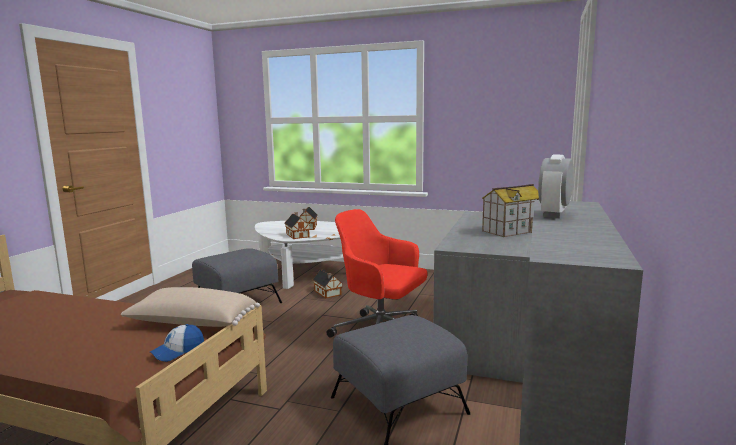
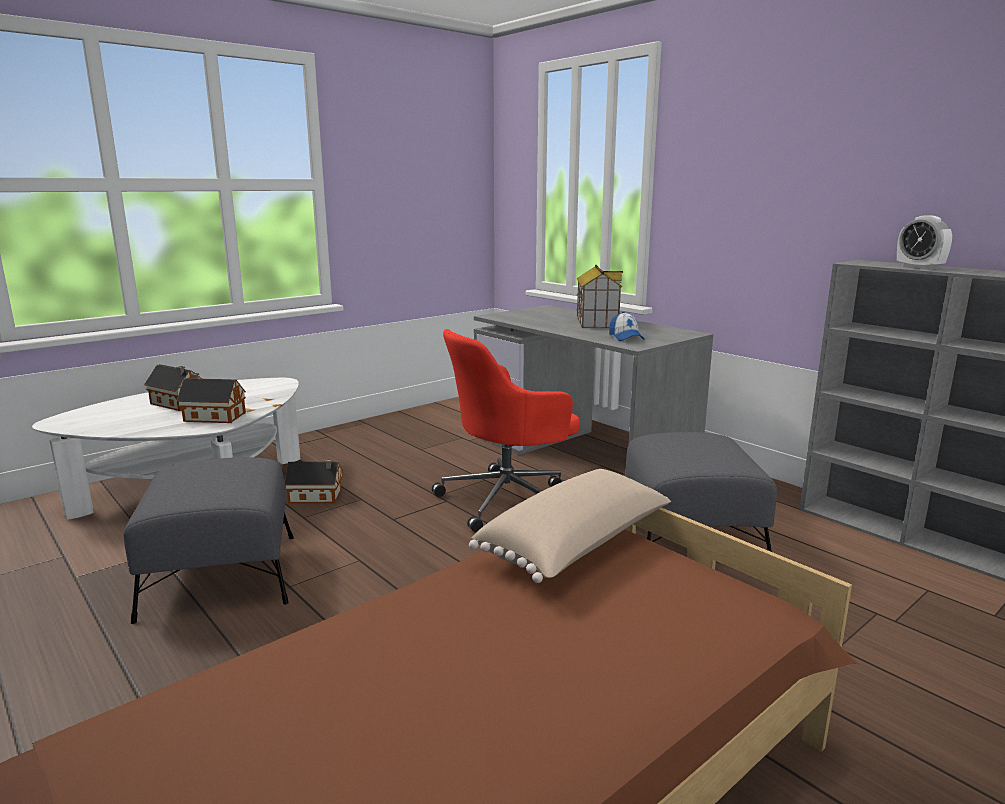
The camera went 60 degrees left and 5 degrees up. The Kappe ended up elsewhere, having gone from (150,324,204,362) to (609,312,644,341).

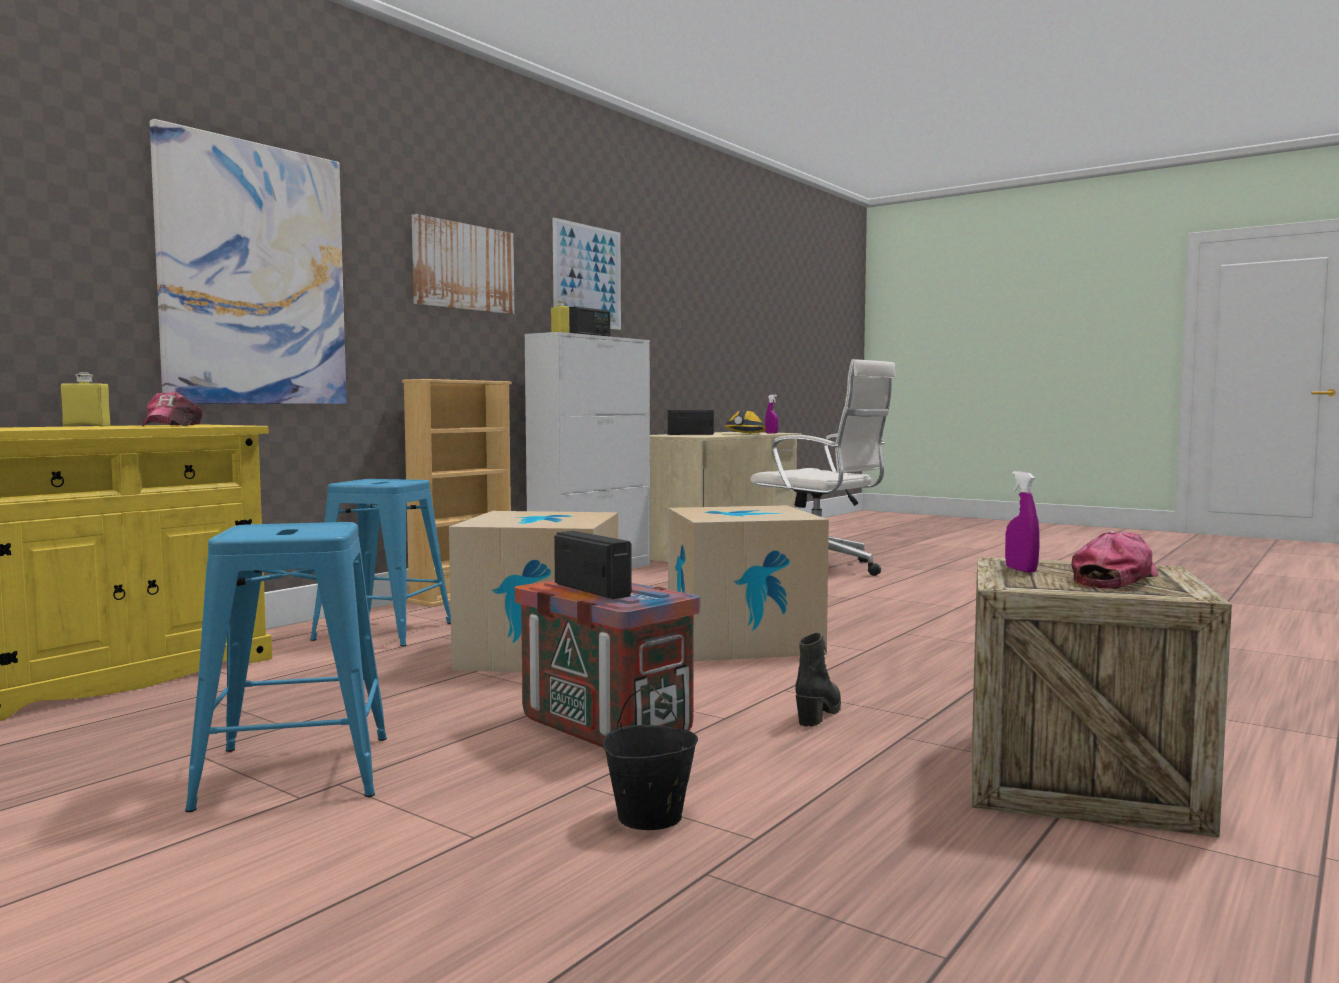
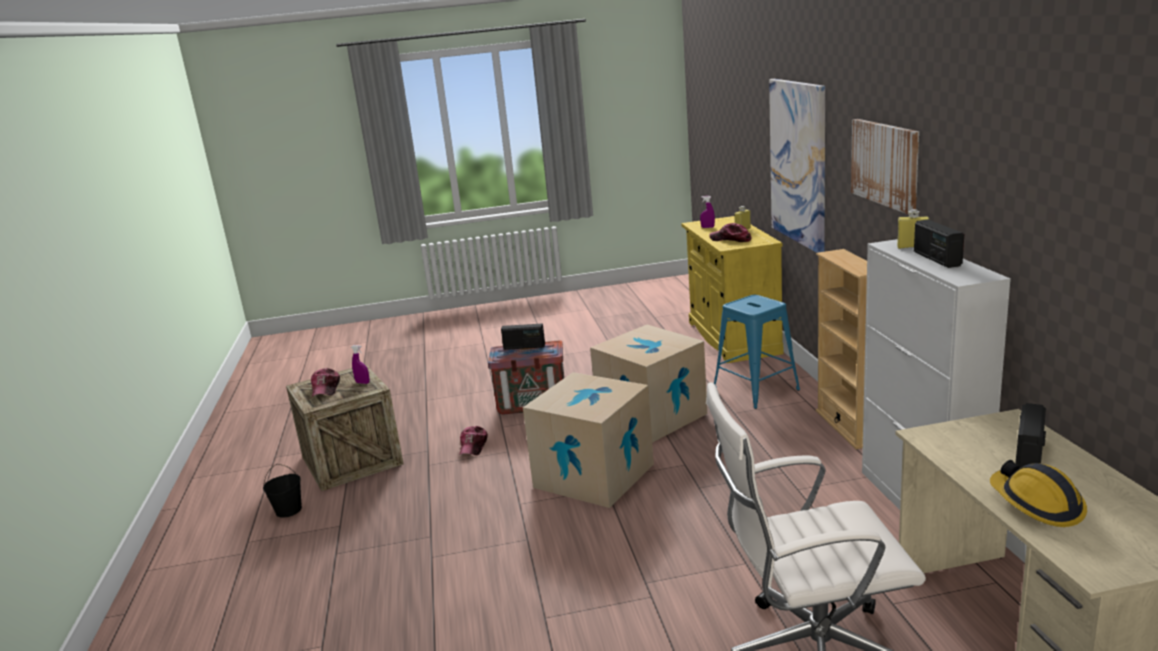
The camera went 135 degrees right and 15 degrees up. The Eimer (schwarz) ended up elsewhere, having gone from (603,685,698,830) to (263,464,302,518). Where the Stiefel (schwarz) stood at (795,632,841,727), the Kappe came to stand at (459,426,488,455). The Sprühflasche (lila) ended up elsewhere, having gone from (765,395,778,434) to (700,196,715,228). The second view lost the Hocker (blau) at (185,522,387,812). The second view lost the Bild at (553,218,621,330).

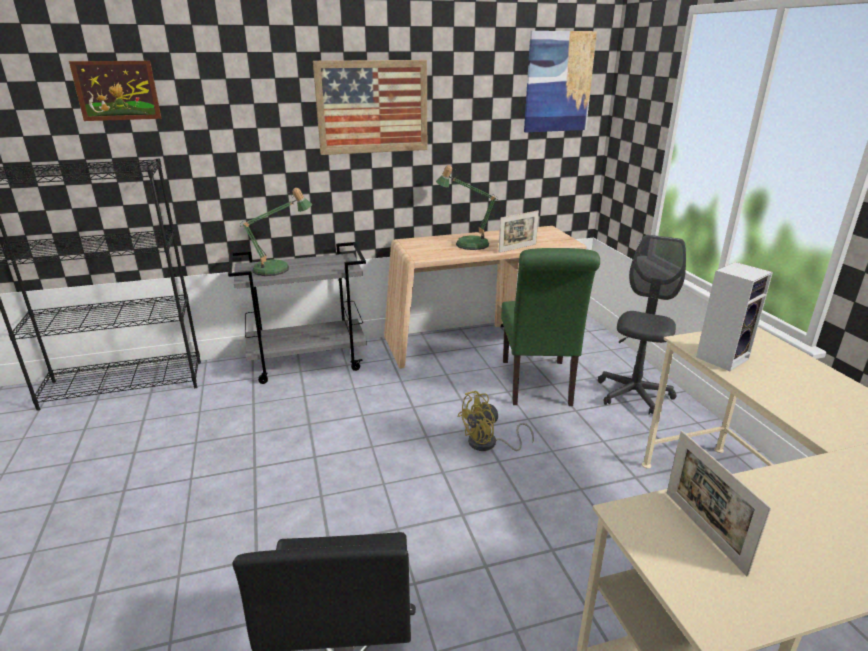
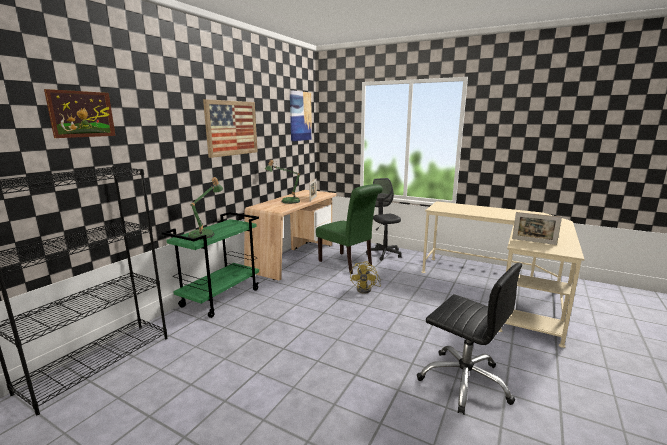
The camera went 45 degrees left and 10 degrees down. What was the Rollwagen (grau) at (228,242,367,384) turned into the Rollwagen (grün) at (162,212,259,318). The second view lost the Lautsprecher at (696,262,773,371).

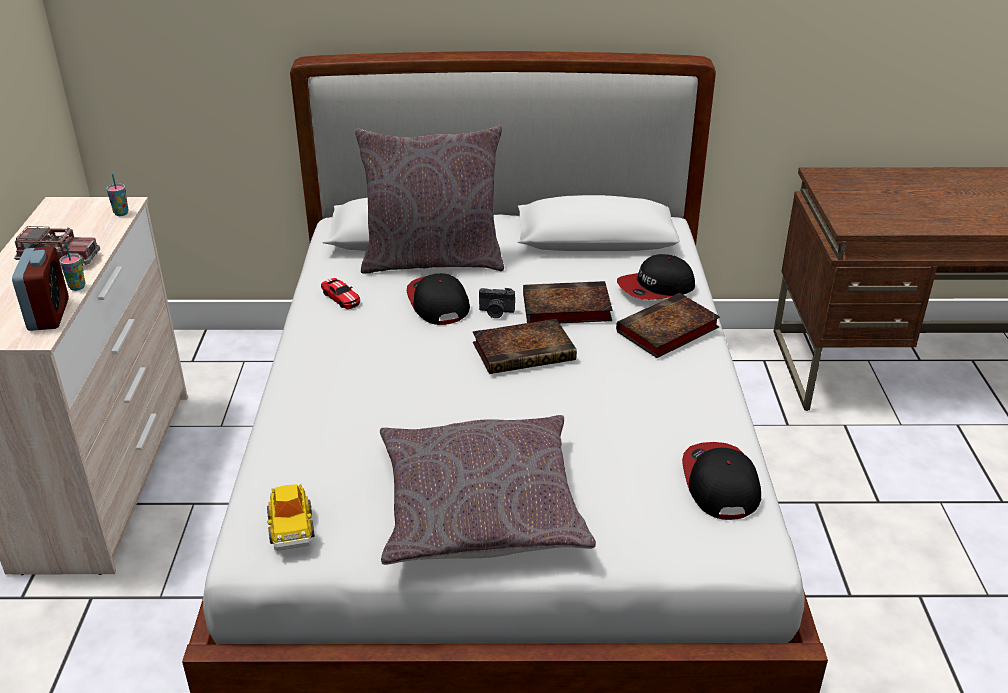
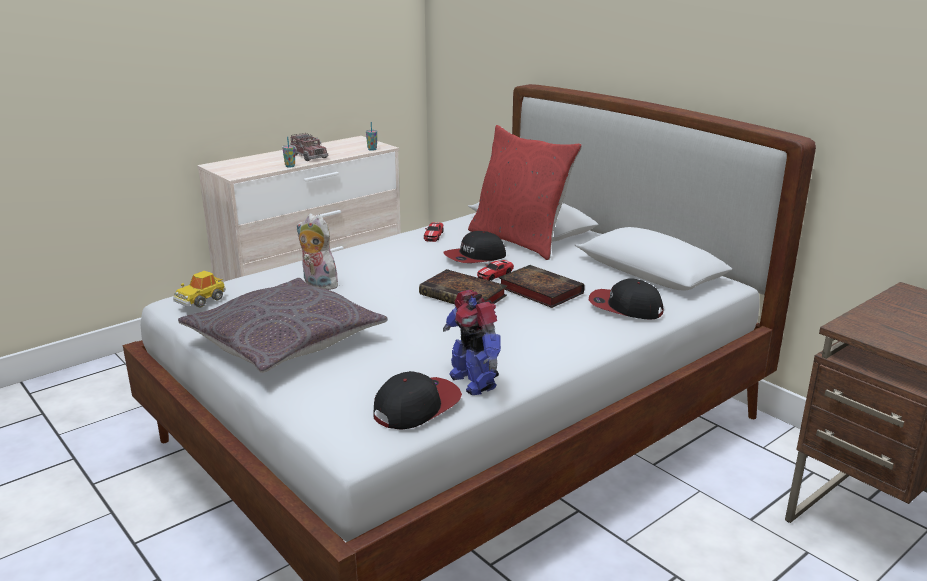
The camera went 50 degrees right and 10 degrees down. The second view gained the Plüschtier at (297,213,338,290). The Kappe at (407,273,470,325) ended up facing another way, 150 degrees counterclockwise from before. The second view gained the Spielzeugroboter at (443,290,501,395). What was the Kissen (grau) at (355,126,504,274) turned into the Kissen (rot) at (468,125,582,260). Where the Kamera stood at (479,288,515,318), the Spielzeugauto came to stand at (477,260,514,281). The second view lost the Wecker at (12,246,69,331). The second view lost the Buch at (616,293,720,358).

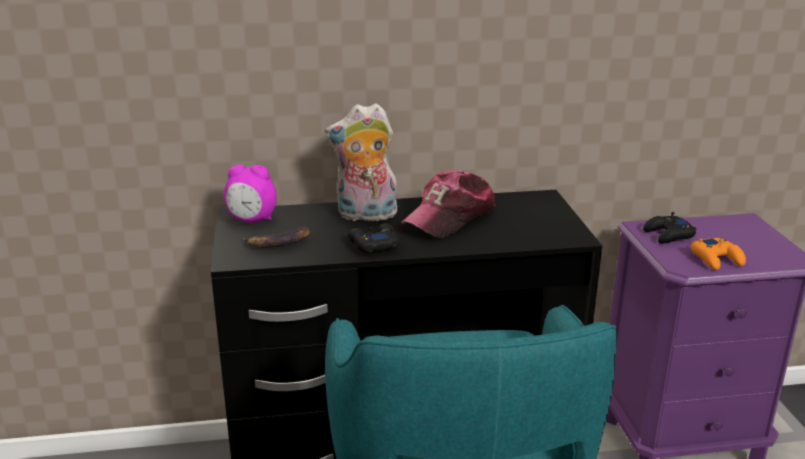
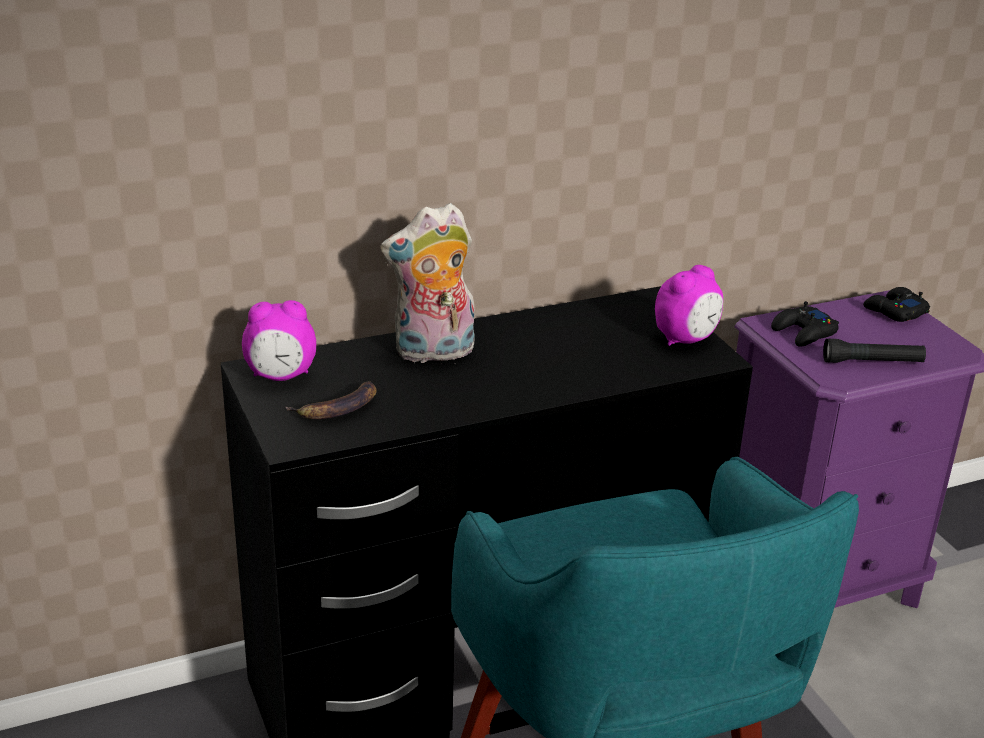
The camera went 15 degrees left and 5 degrees up. The second view gained the Wecker at (655,265,723,346). Where the Gamepad (orange) stood at (691,238,746,270), the Taschenlampe (schwarz) came to stand at (823,339,926,363). The Gamepad (schwarz) ended up elsewhere, having gone from (348,223,400,253) to (863,287,930,322). The second view lost the Kappe at (401,170,495,238).

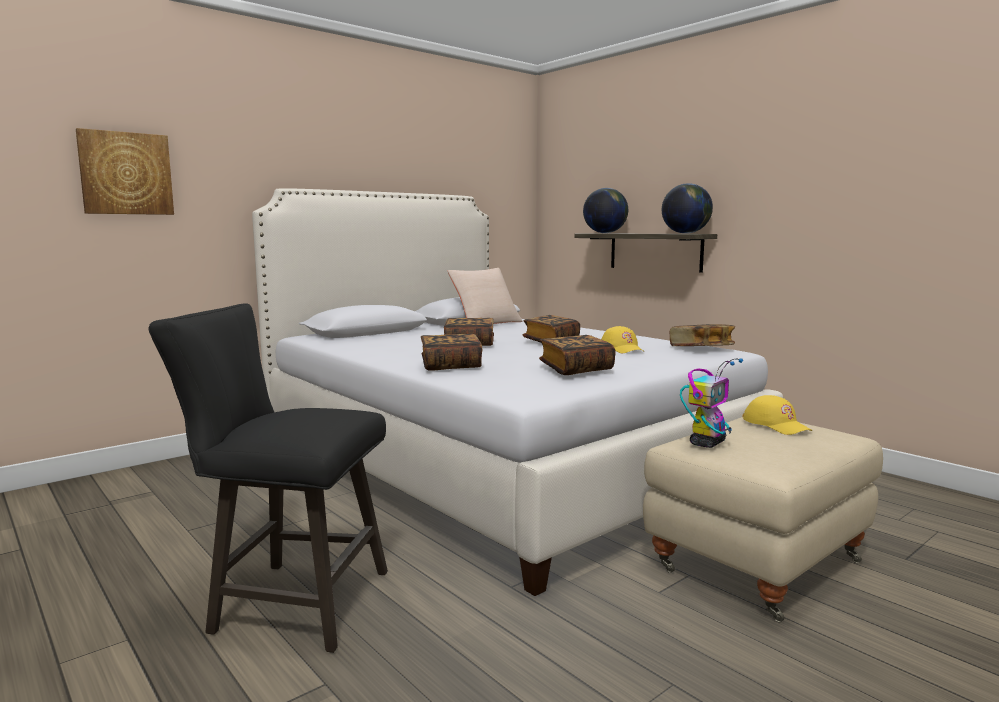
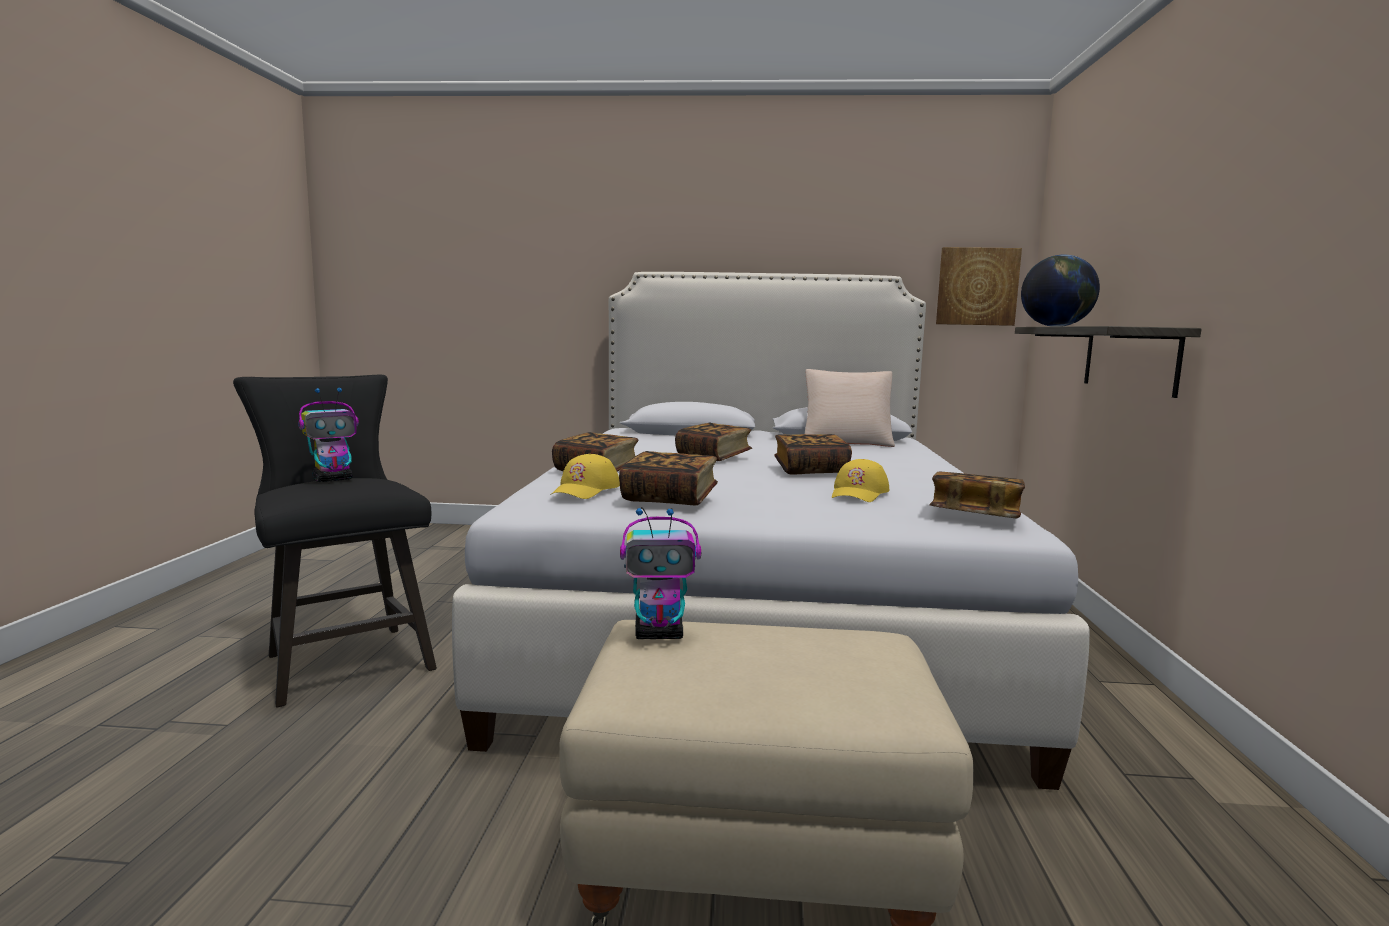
The camera went 45 degrees right and 0 degrees up. The second view gained the Spielzeugroboter at (298,388,359,482). The Kappe (gelb) ended up elsewhere, having gone from (742,395,812,435) to (550,454,620,499). The Bild ended up elsewhere, having gone from (76,128,174,215) to (936,247,1022,326). The second view lost the Globus at (662,183,713,234).

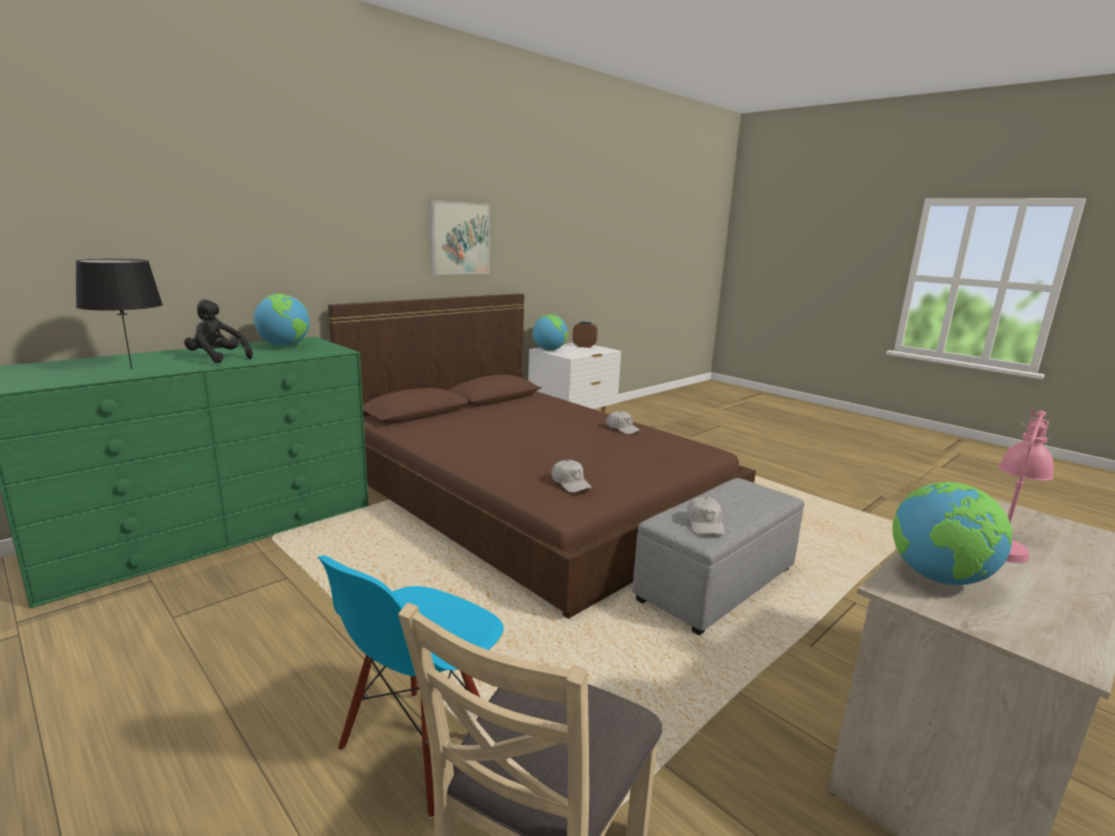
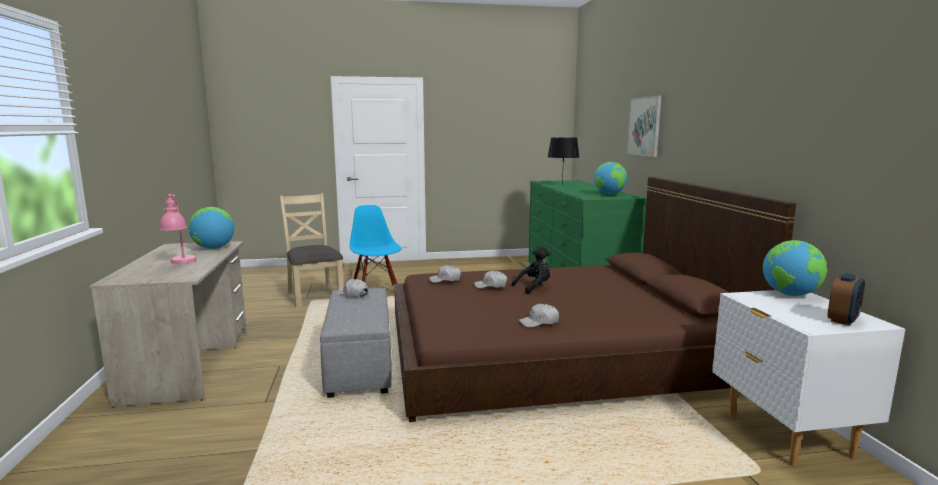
The camera went 125 degrees right and 5 degrees down. The second view gained the Kappe (weiß) at (474,270,507,288). The Plüschtier (schwarz) ended up elsewhere, having gone from (184,300,253,363) to (512,247,550,294). The Bild ended up elsewhere, having gone from (430,200,490,275) to (627,96,661,157).

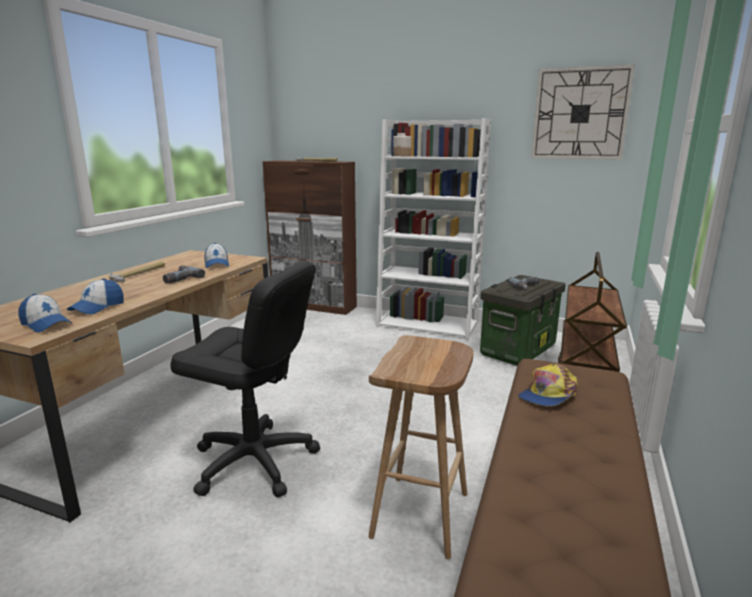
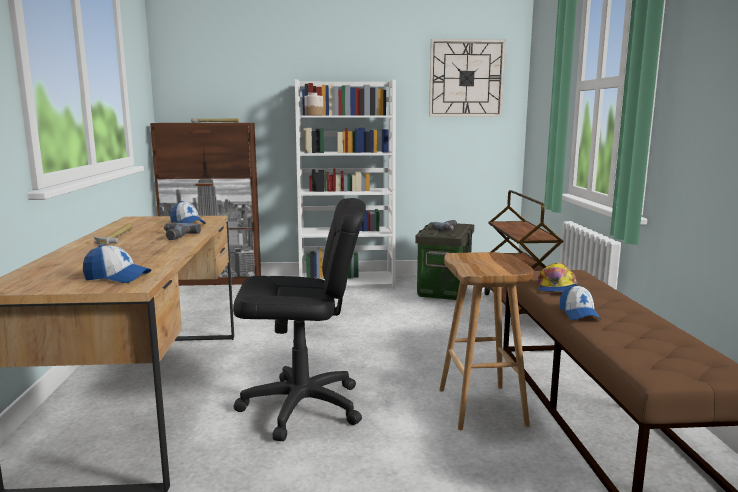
The camera went 25 degrees left and 5 degrees down. The Kappe ended up elsewhere, having gone from (67,278,124,314) to (560,284,601,320).

